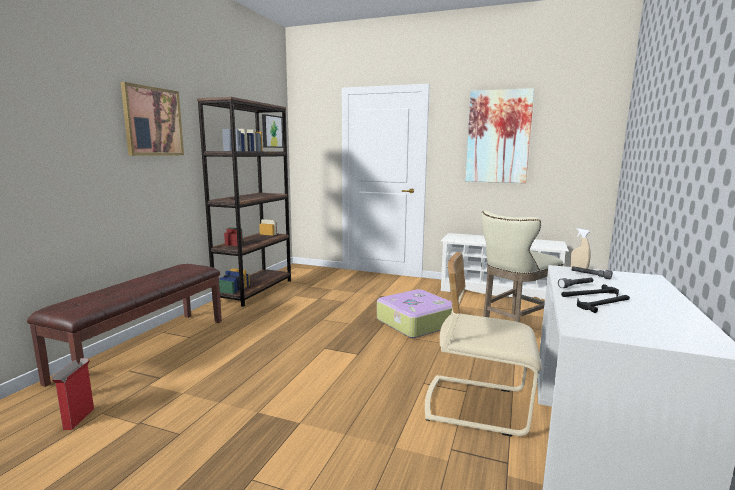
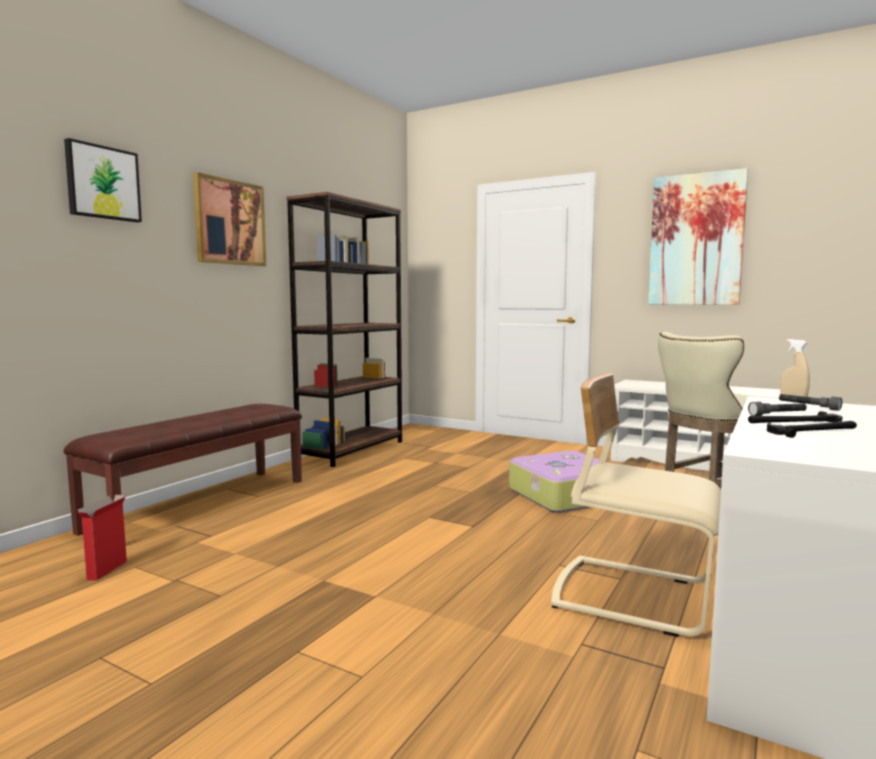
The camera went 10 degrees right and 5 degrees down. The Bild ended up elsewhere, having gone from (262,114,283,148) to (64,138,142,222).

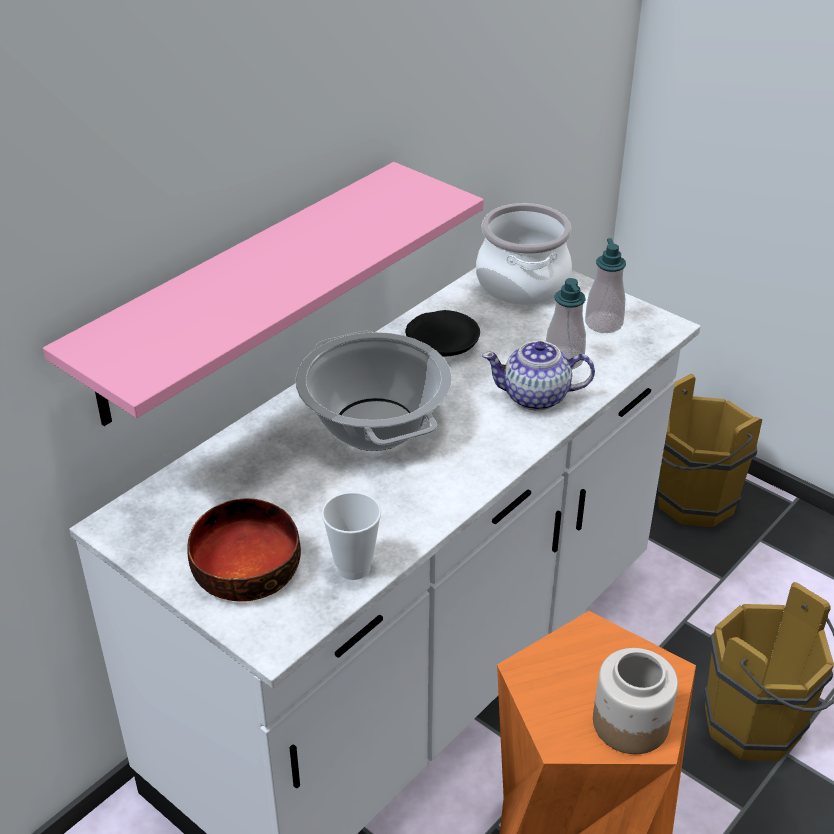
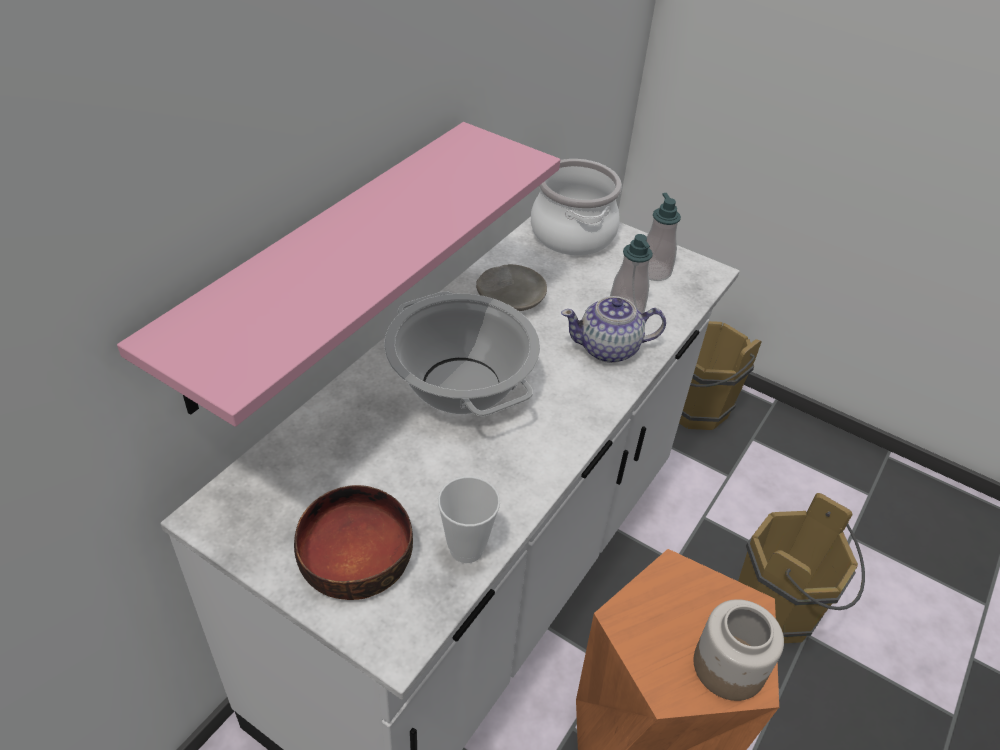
The camera went 10 degrees left and 5 degrees up. What was the Teller (schwarz) at (405,310,480,357) turned into the Teller (beige) at (476,264,547,311).

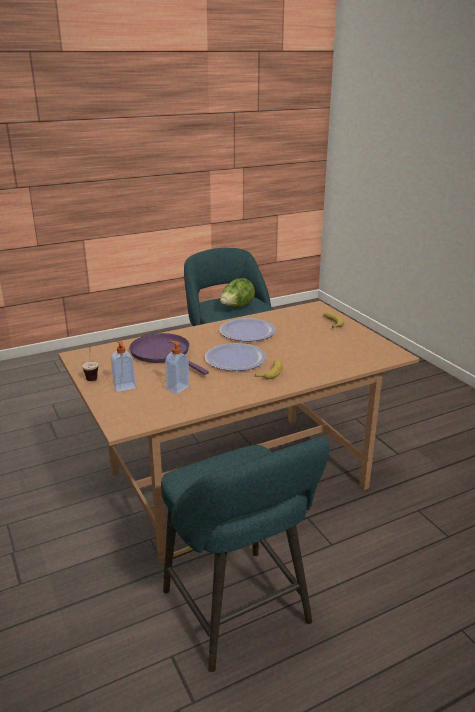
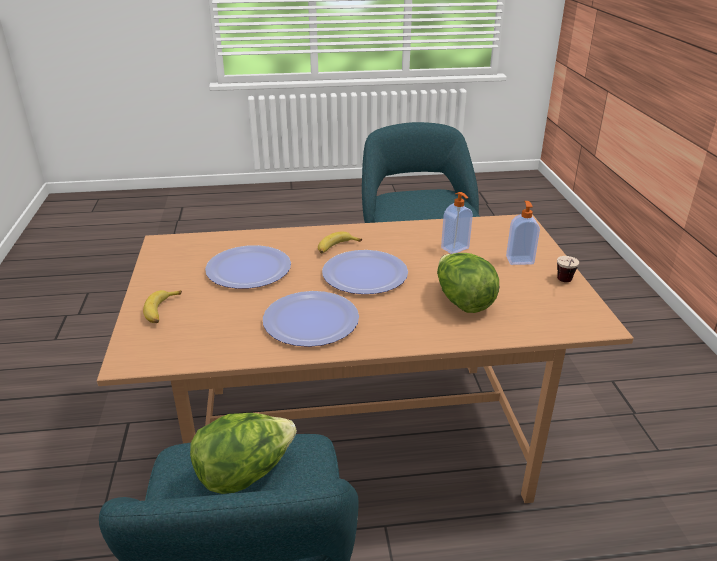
The camera went 160 degrees left and 5 degrees up. The second view gained the Teller at (205,245,291,289). Where the Pfanne (lila) stood at (129,333,209,375), the Salatkopf came to stand at (437,253,499,313).

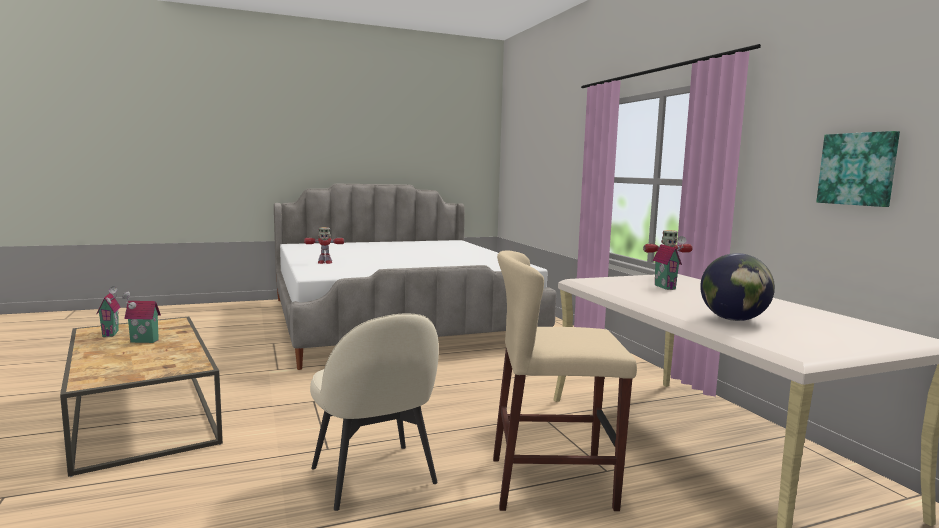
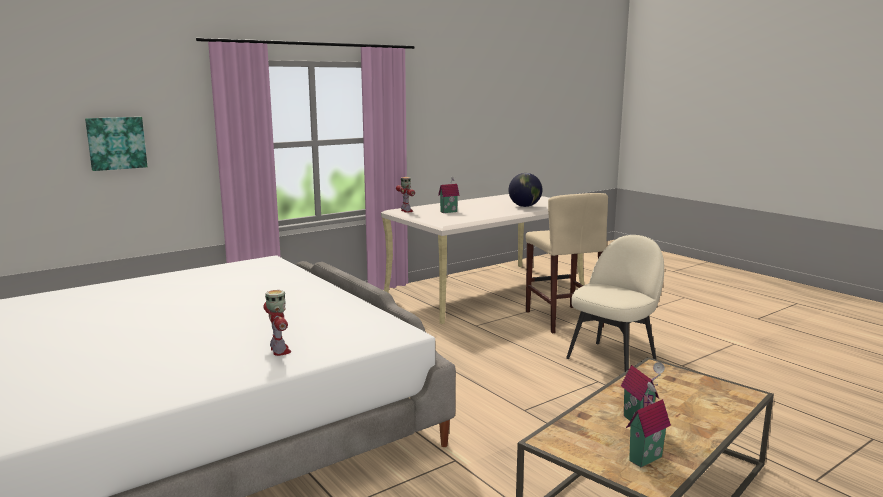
The camera went 105 degrees left and 5 degrees up. The Bild ended up elsewhere, having gone from (816,131,900,207) to (85,117,148,171).

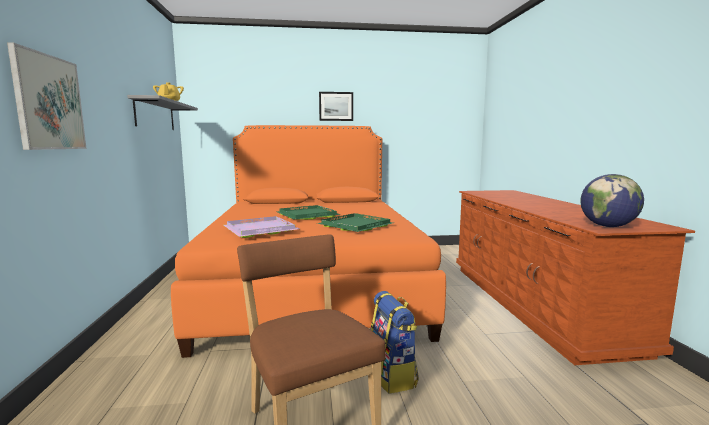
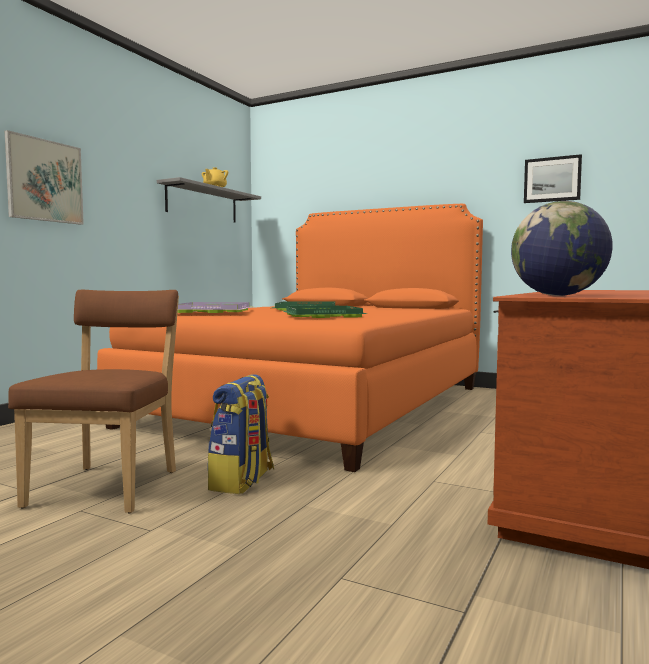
The camera went 35 degrees right and 5 degrees down. The Bild ended up elsewhere, having gone from (319,92,353,121) to (524,154,582,203).

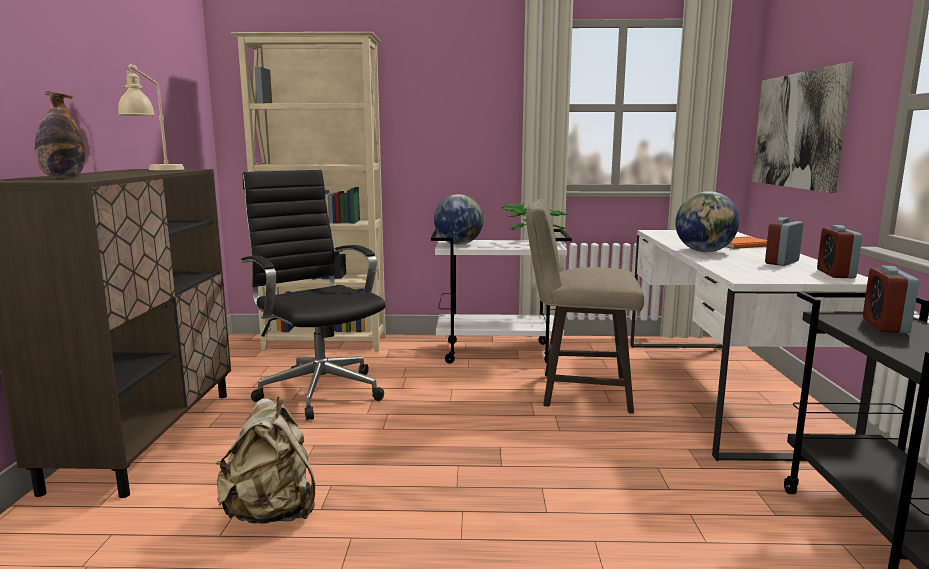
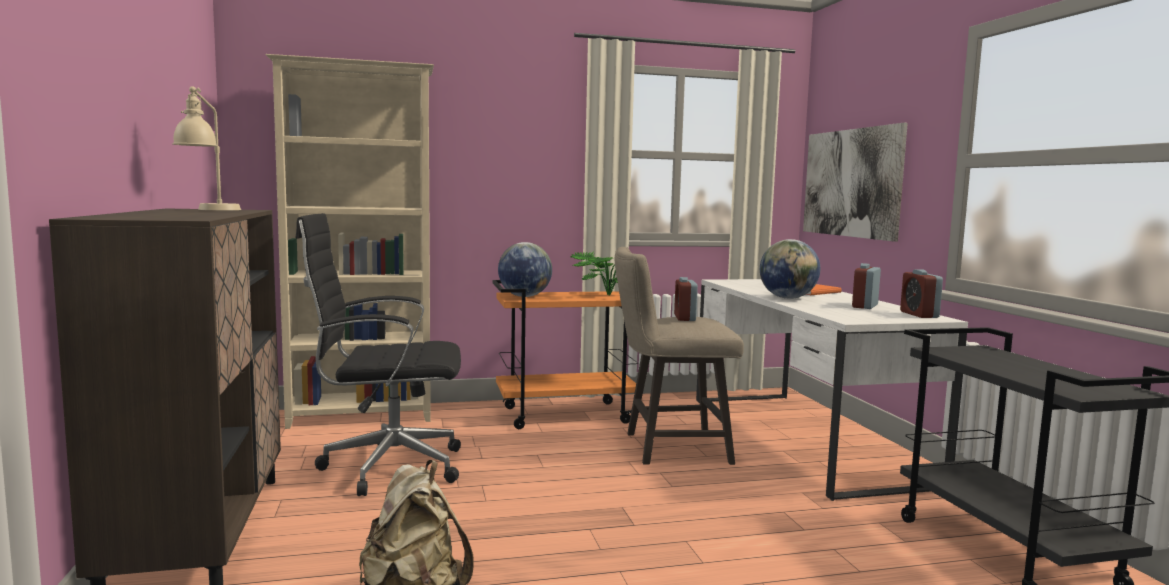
The camera went 15 degrees left and 5 degrees down. The Bürostuhl (schwarz) at (241,170,386,420) ended up facing another way, 45 degrees counterclockwise from before. What was the Rollwagen (weiß) at (431,229,572,364) turned into the Rollwagen (orange) at (492,279,638,429). The Wecker ended up elsewhere, having gone from (863,266,919,334) to (674,277,698,321). The second view lost the Flasche at (35,91,85,178).

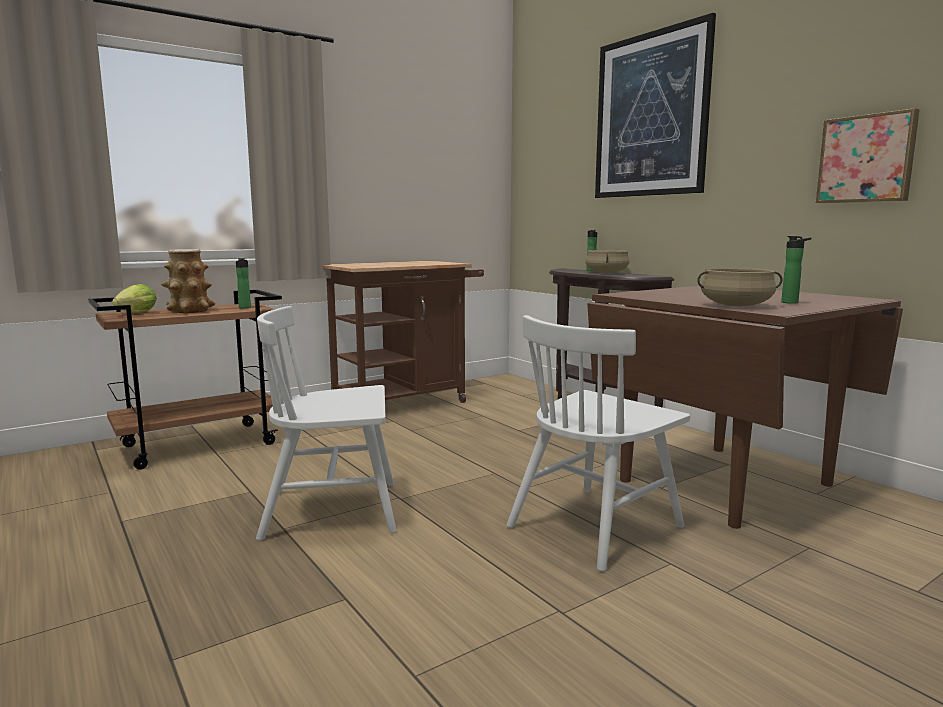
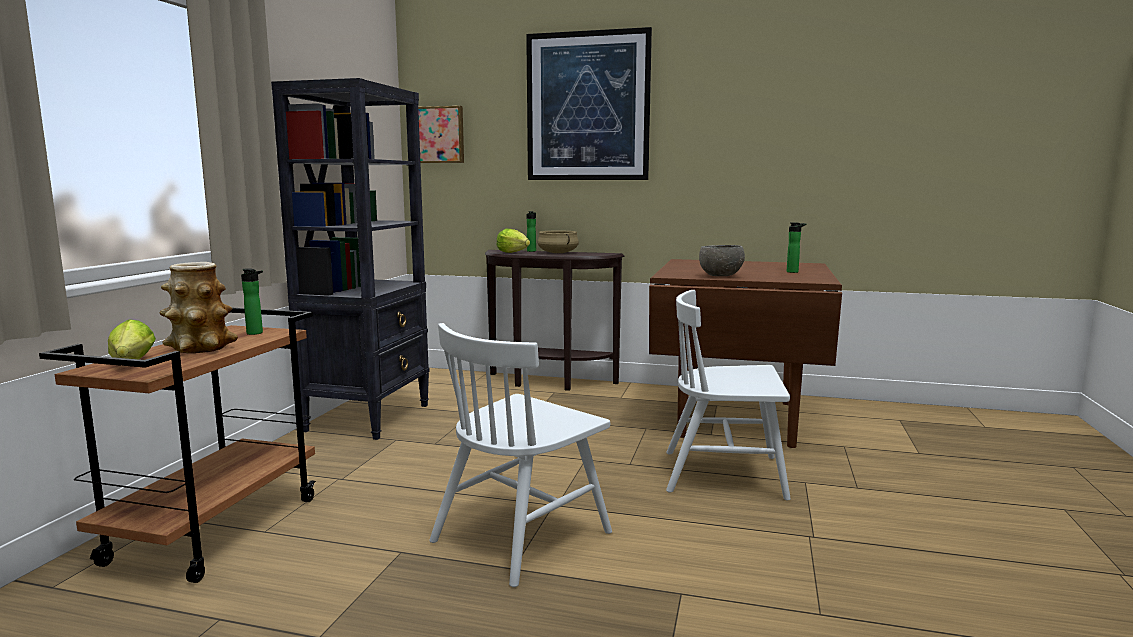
The camera went 40 degrees left and 0 degrees up. Where the Rollwagen (braun) stood at (322,261,484,403), the Bücherregal (schwarz) came to stand at (271,78,430,440). The Bild ended up elsewhere, having gone from (816,108,920,203) to (418,106,464,163). The second view gained the Salatkopf at (496,228,530,253). The Stuhl (weiß) at (507,315,690,572) ended up facing another way, 90 degrees clockwise from before. The second view gained the Schüssel (grau) at (699,245,745,276). The second view lost the Kochtopf (beige) at (697,268,782,306).

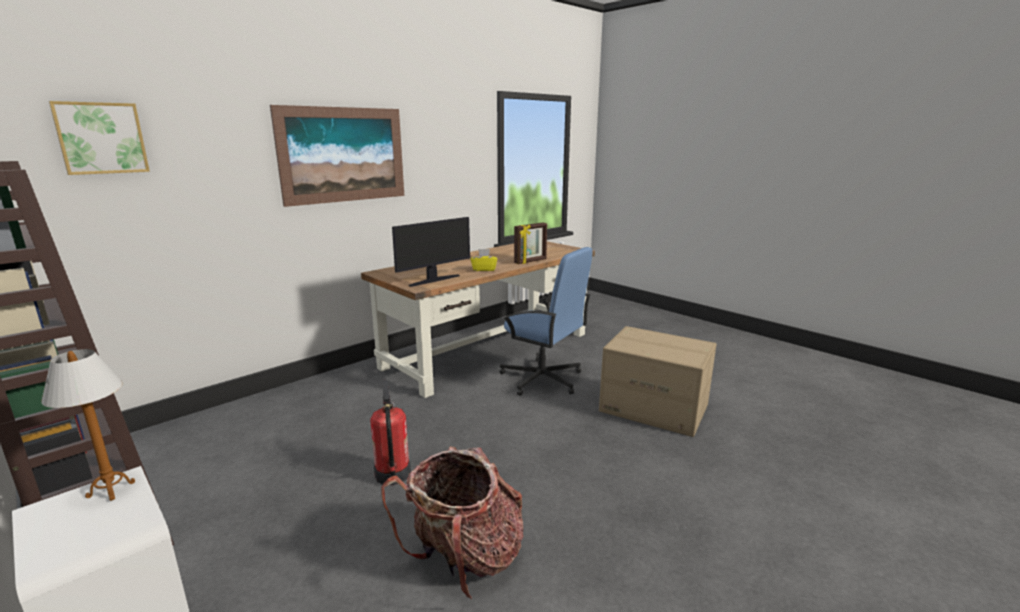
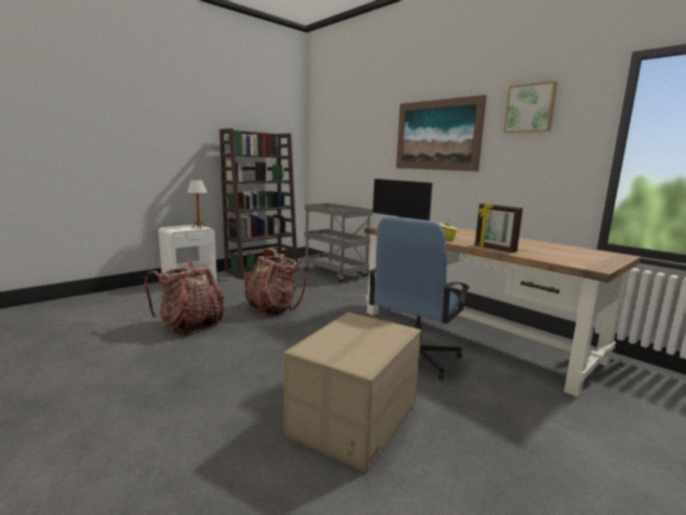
The camera went 90 degrees right and 5 degrees down. Where the Feuerlöscher stood at (370,379,411,485), the Rucksack came to stand at (244,254,309,316). The second view gained the Rollwagen (grau) at (304,203,373,282). The Bild ended up elsewhere, having gone from (49,101,150,175) to (504,81,557,133).

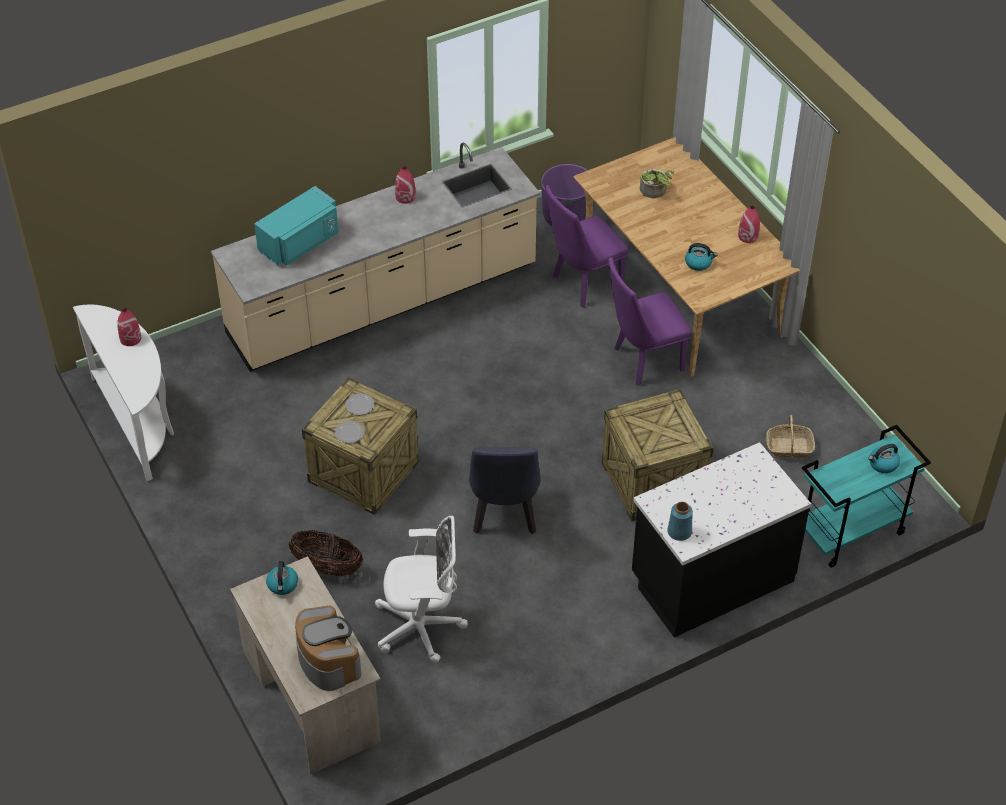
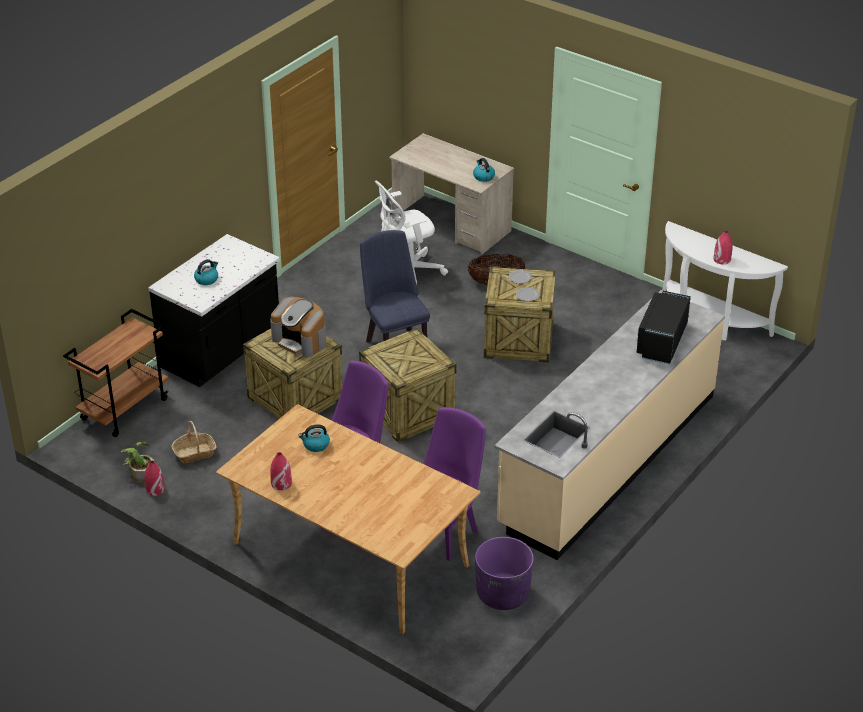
The camera went 155 degrees right and 10 degrees down. What was the Rollwagen (türkis) at (802,425,931,568) turned into the Rollwagen (braun) at (63,309,168,437). The Topfpflanze ended up elsewhere, having gone from (640,169,675,199) to (121,442,154,483). The Vase (rot) ended up elsewhere, having gone from (395,166,416,204) to (144,461,165,496). The Wasserkessel ended up elsewhere, having gone from (868,444,900,473) to (194,259,218,285). The Kaffeemaschine ended up elsewhere, having gone from (295,605,362,691) to (270,297,326,358). The second view gained the Kiste at (359,328,456,442). What was the Mikrowelle (türkis) at (254,186,338,266) turned into the Mikrowelle (schwarz) at (636,291,691,365). The second view lost the Vase (blau) at (667,502,693,541).

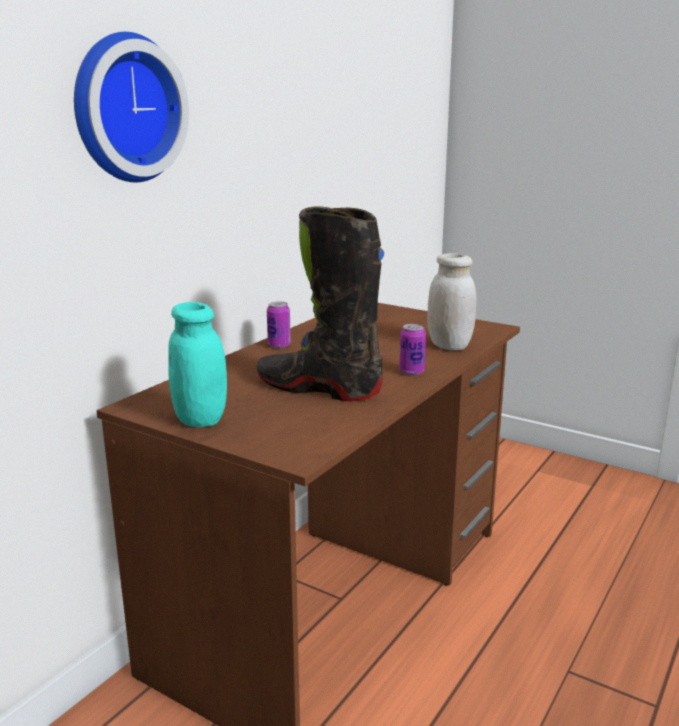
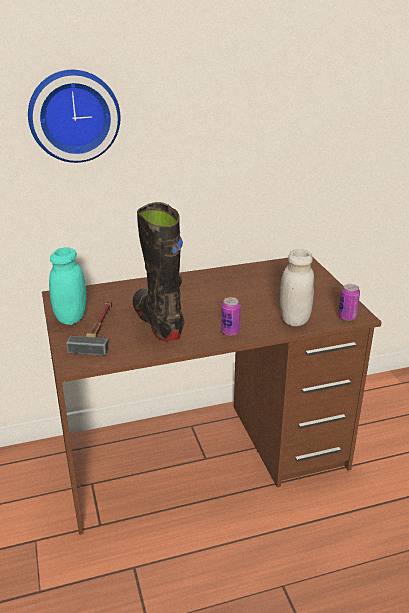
The camera went 40 degrees right and 10 degrees up. The second view gained the Hammer at (66,301,112,355). The Dose ended up elsewhere, having gone from (267,301,291,348) to (338,284,360,321).

